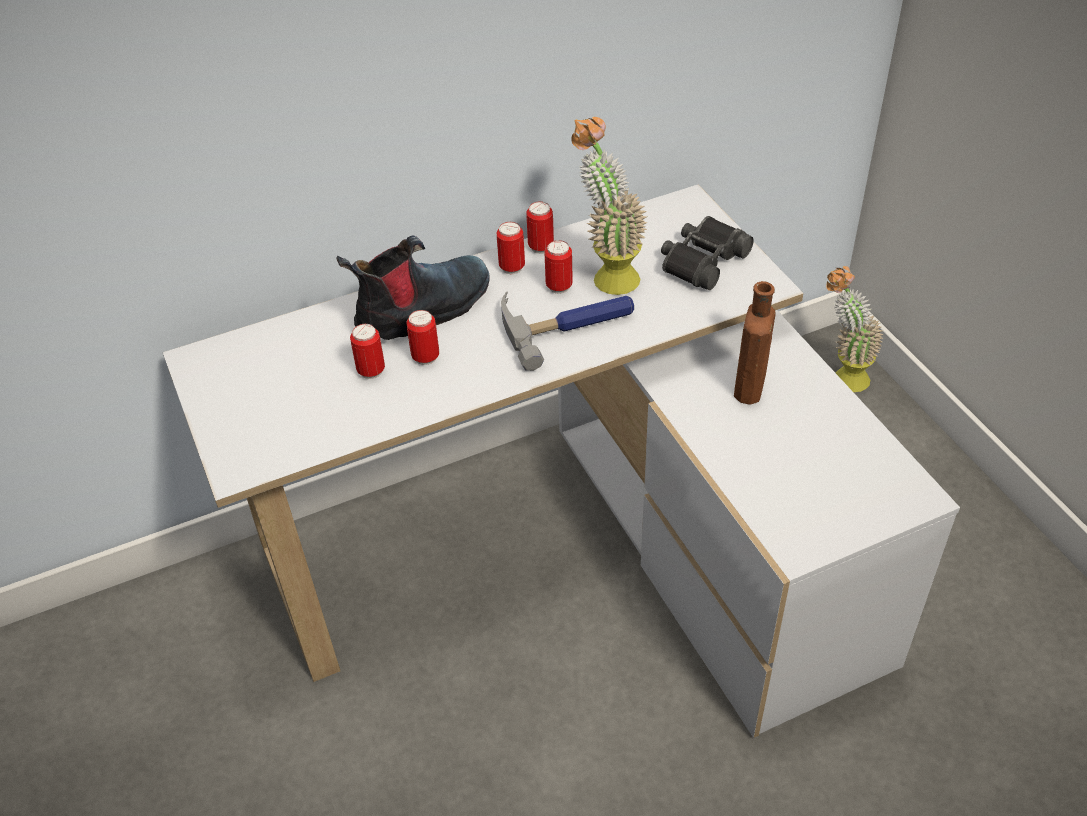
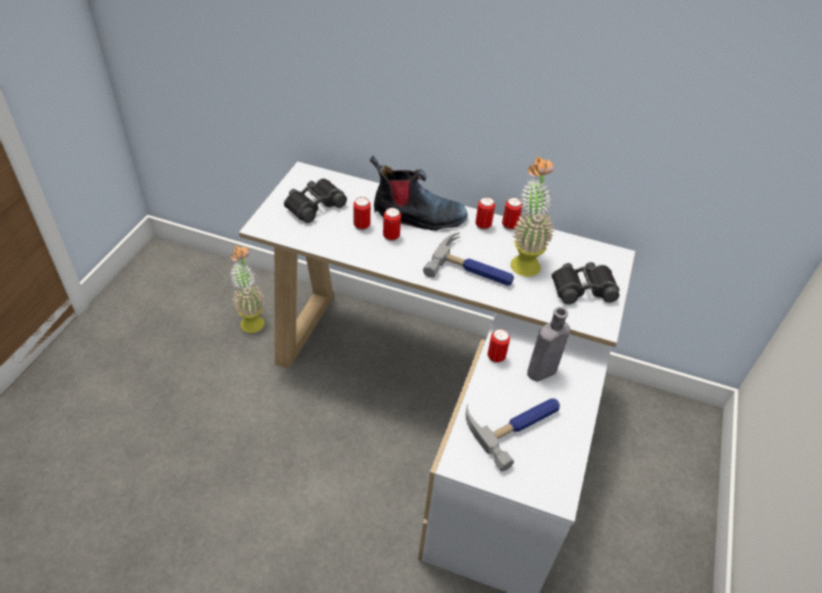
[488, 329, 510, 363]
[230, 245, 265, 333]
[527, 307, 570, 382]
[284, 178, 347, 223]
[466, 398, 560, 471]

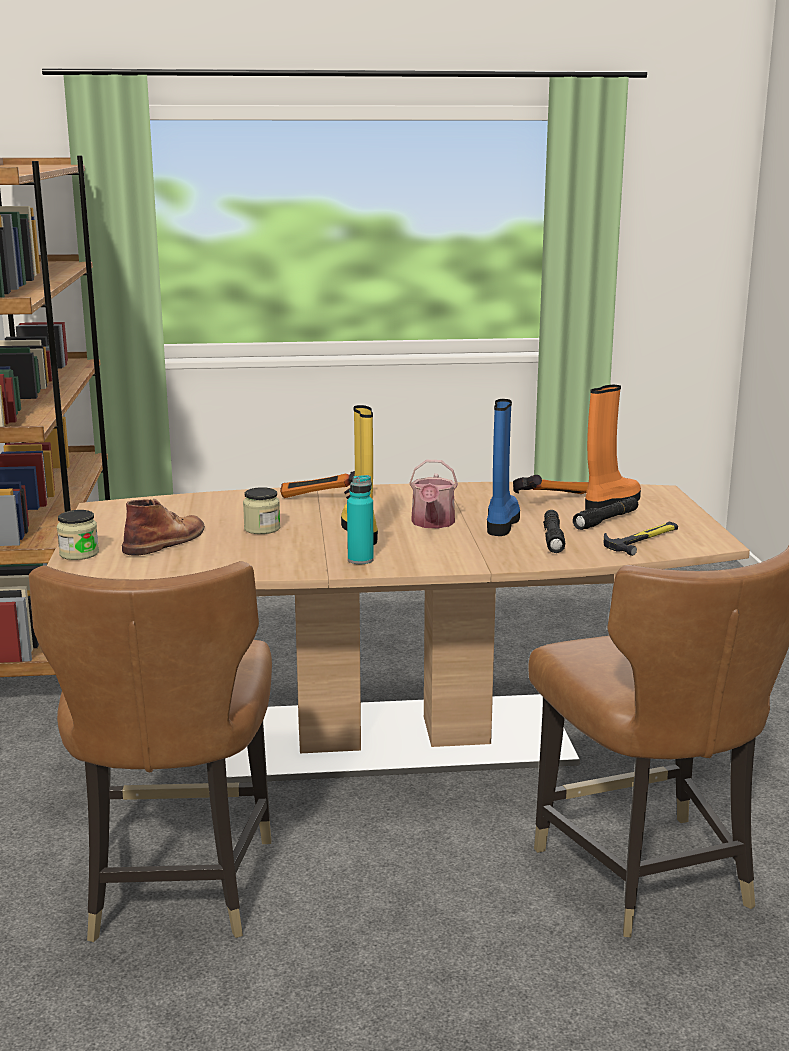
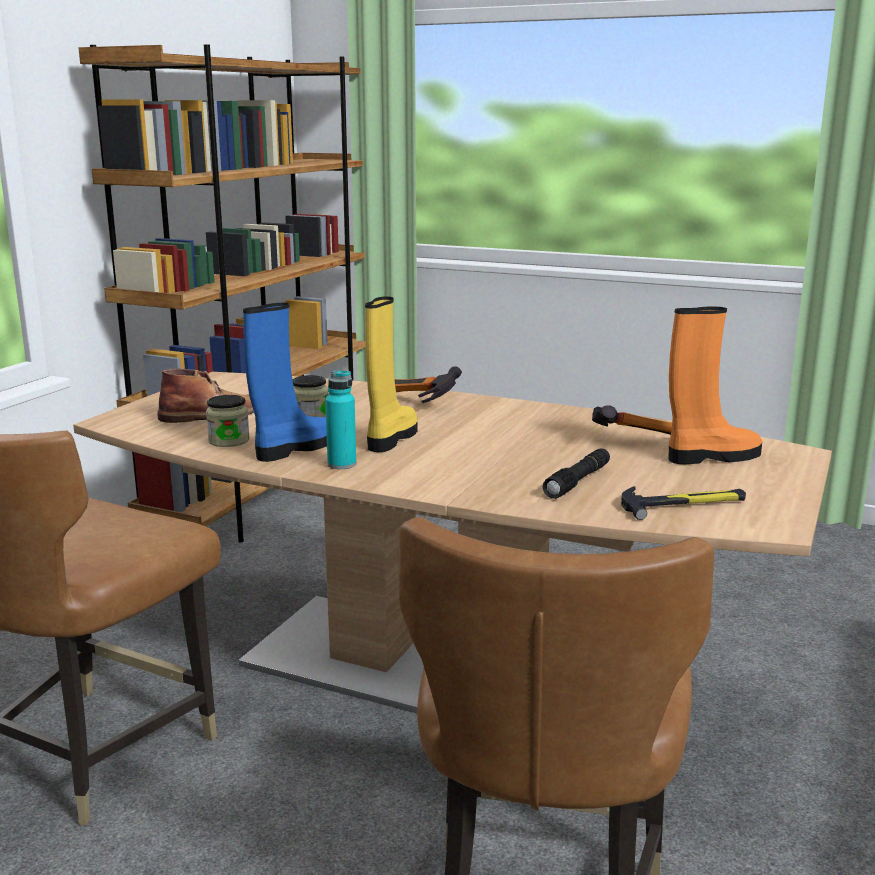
[243, 303, 327, 462]
[409, 460, 458, 528] (first image)
[573, 497, 638, 530] (first image)
[206, 395, 250, 447]

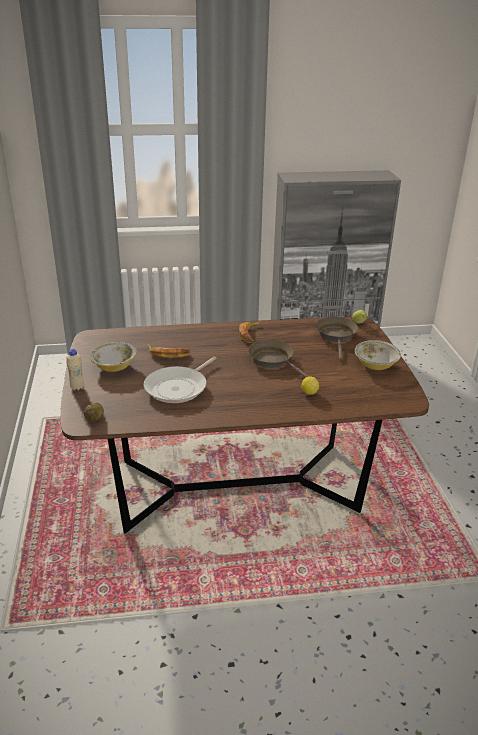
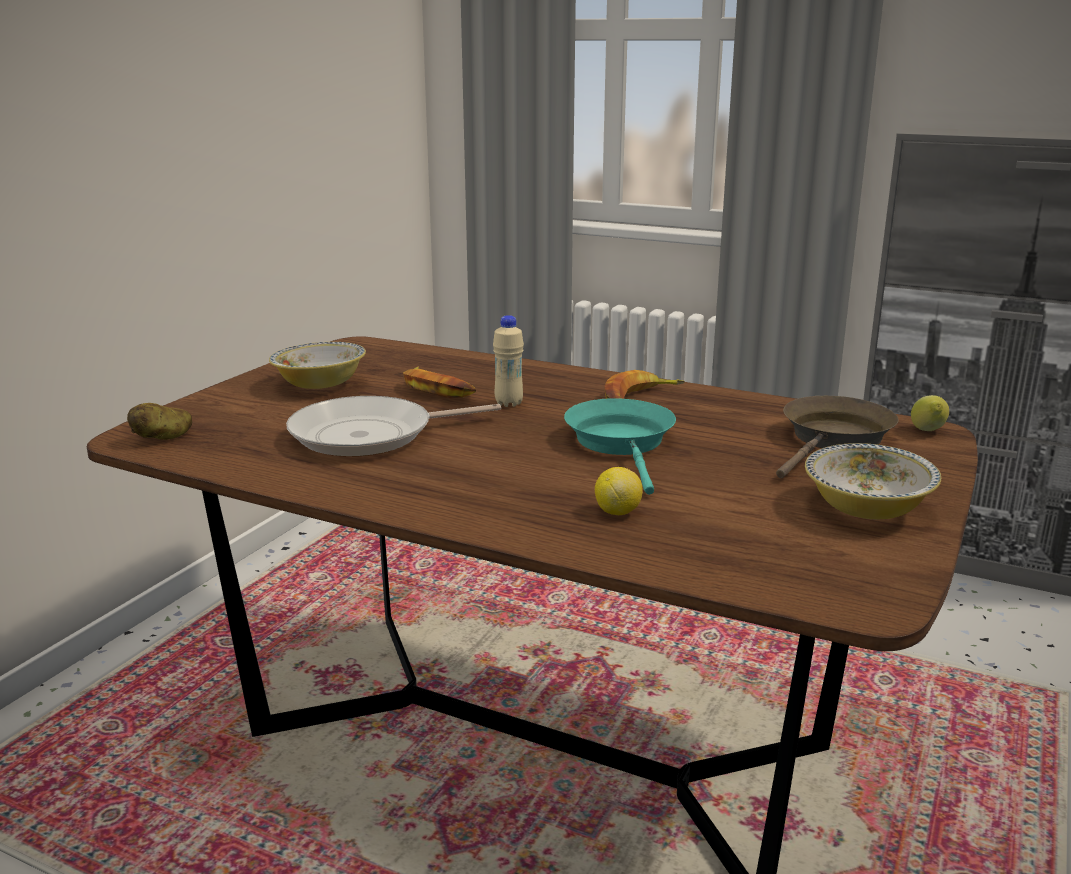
[564, 398, 676, 495]
[493, 315, 524, 407]

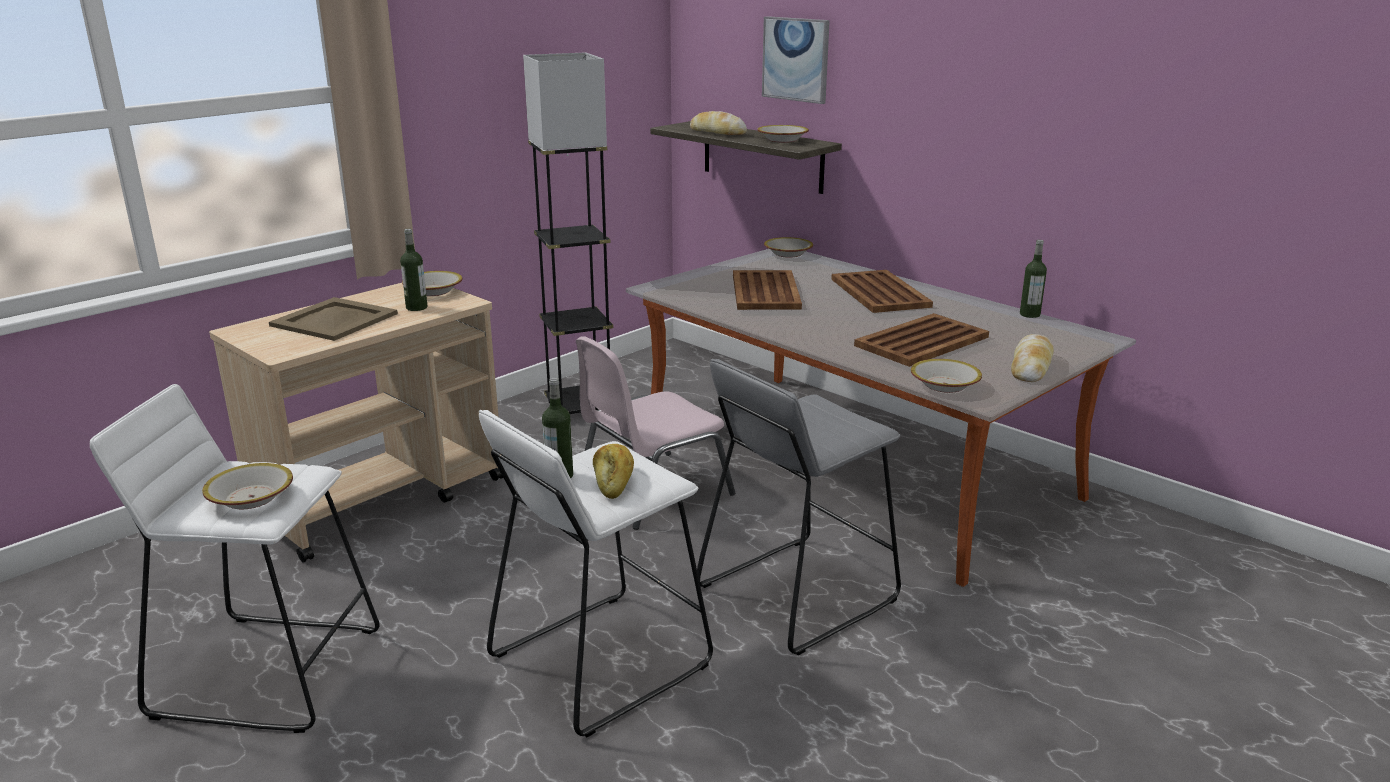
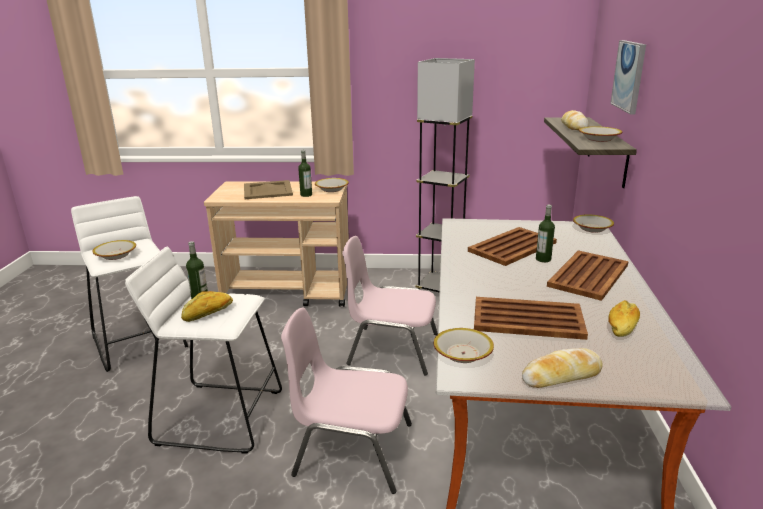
[536, 204, 555, 262]
[281, 308, 412, 494]
[608, 300, 640, 337]

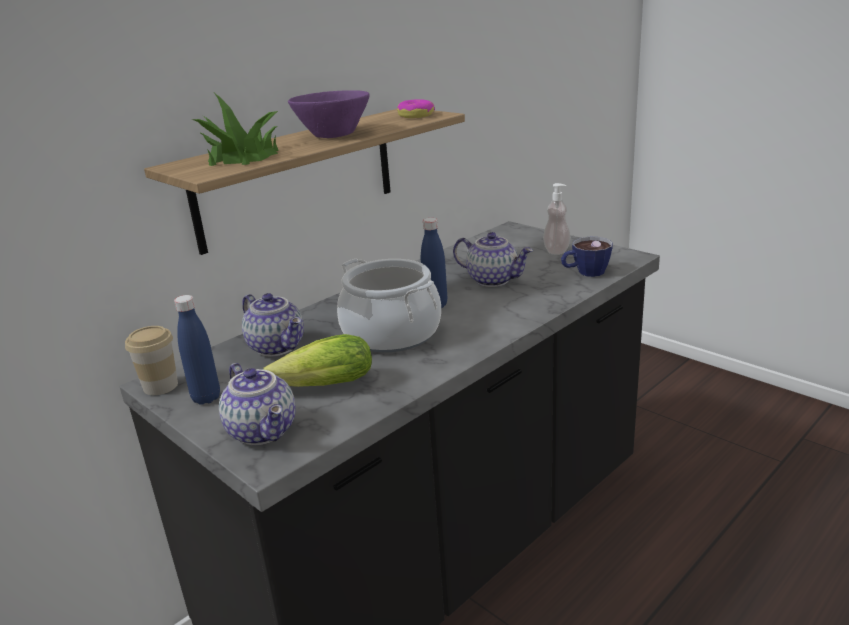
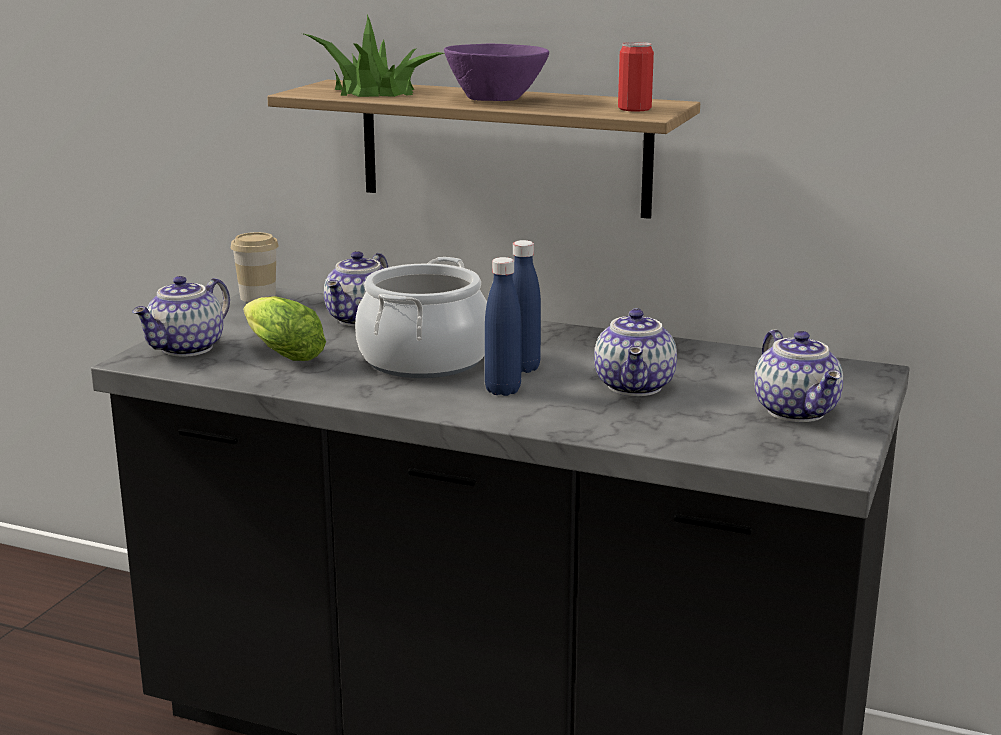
[618, 42, 654, 112]
[754, 330, 843, 422]
[561, 237, 613, 277] (first image)
[485, 257, 521, 396]

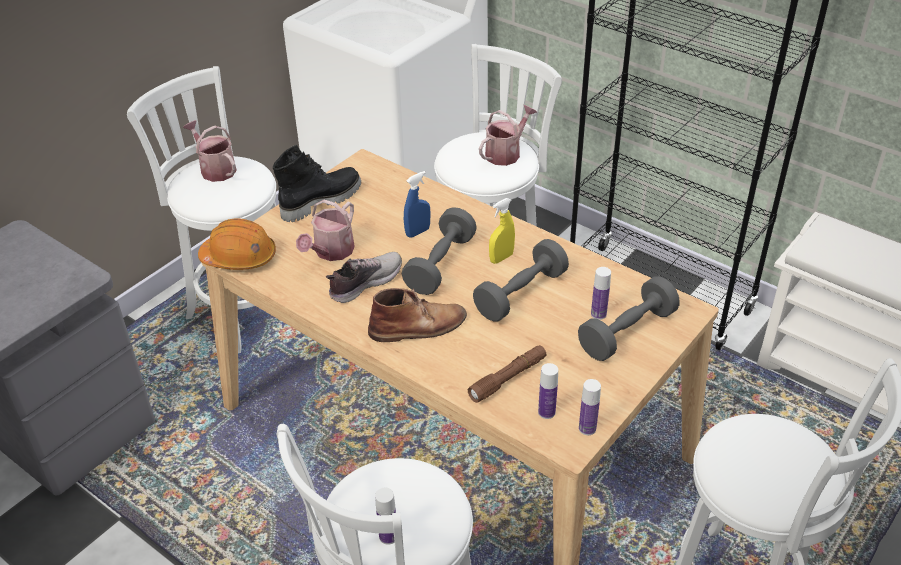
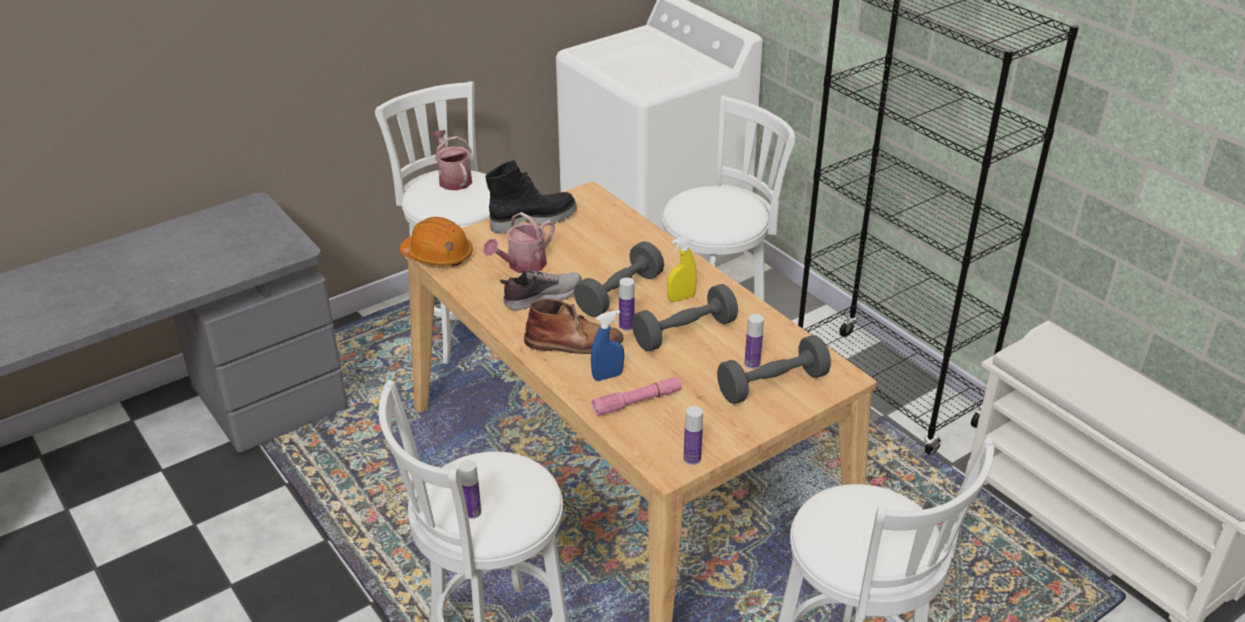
[479, 105, 537, 166] (first image)
[591, 310, 624, 381]
[592, 377, 681, 416]
[619, 278, 635, 331]

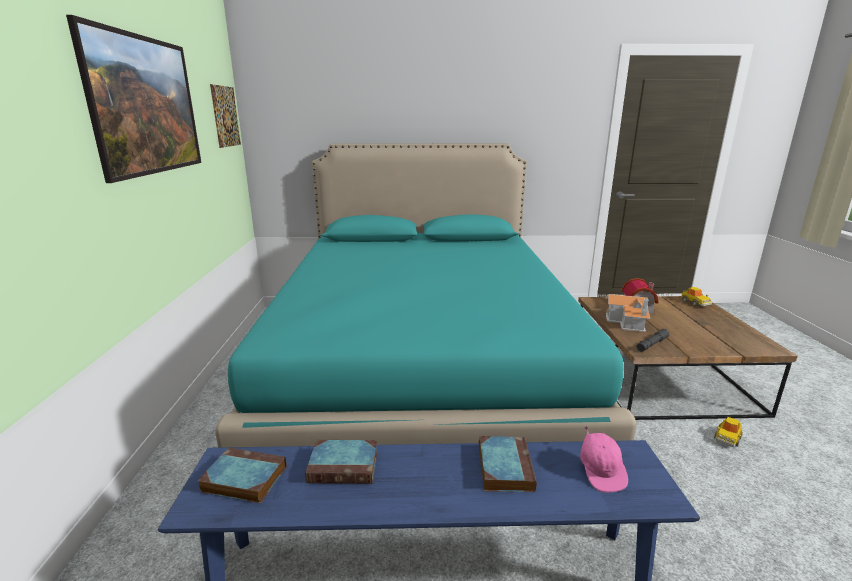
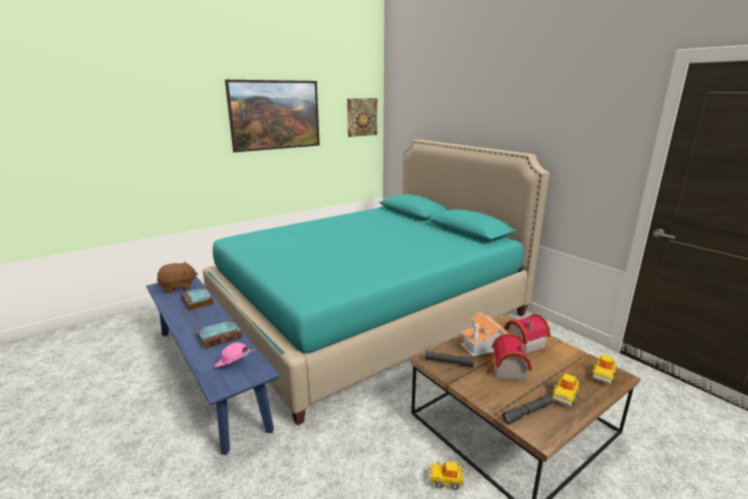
[215, 342, 255, 367]
[157, 261, 198, 293]
[485, 333, 532, 381]
[552, 374, 580, 406]
[502, 395, 552, 424]

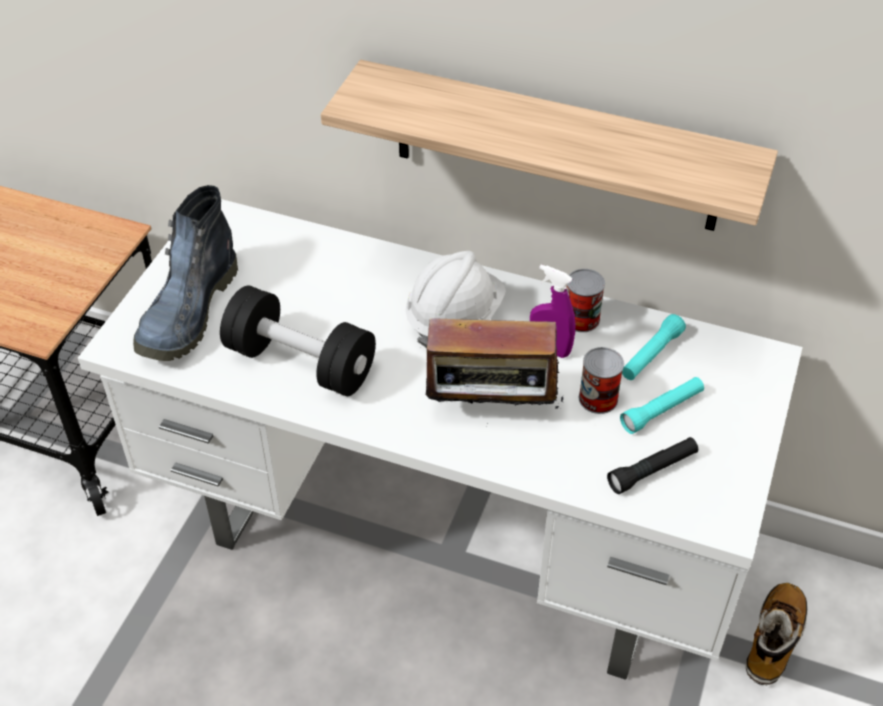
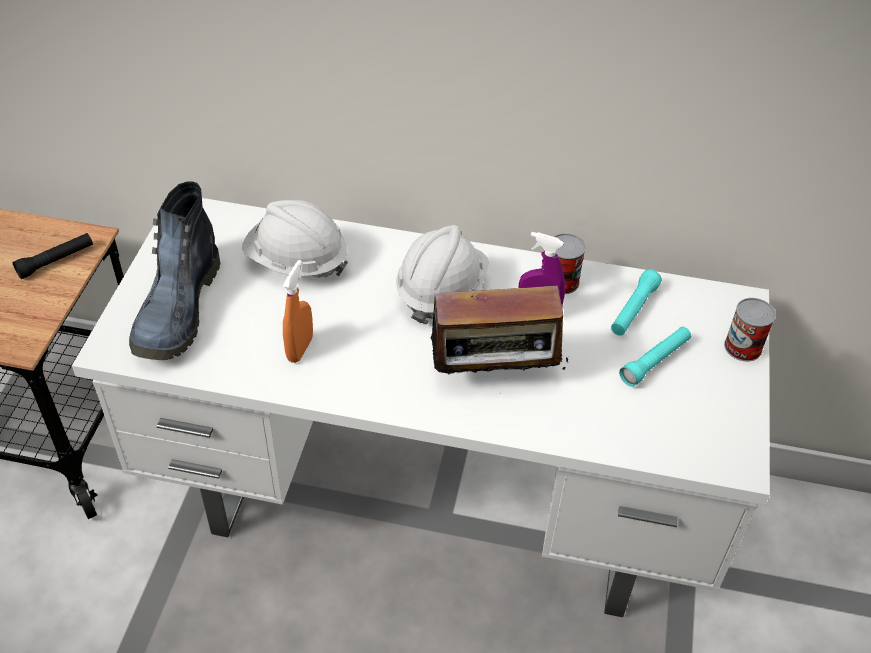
[321, 60, 778, 231] (first image)
[283, 260, 313, 363]
[724, 298, 776, 361]
[12, 233, 93, 279]
[746, 583, 808, 686] (first image)
[242, 200, 348, 278]

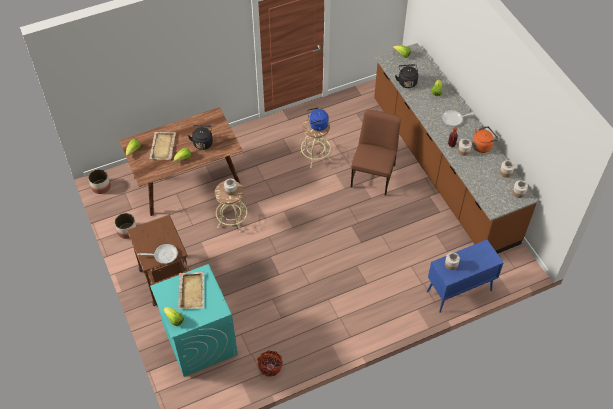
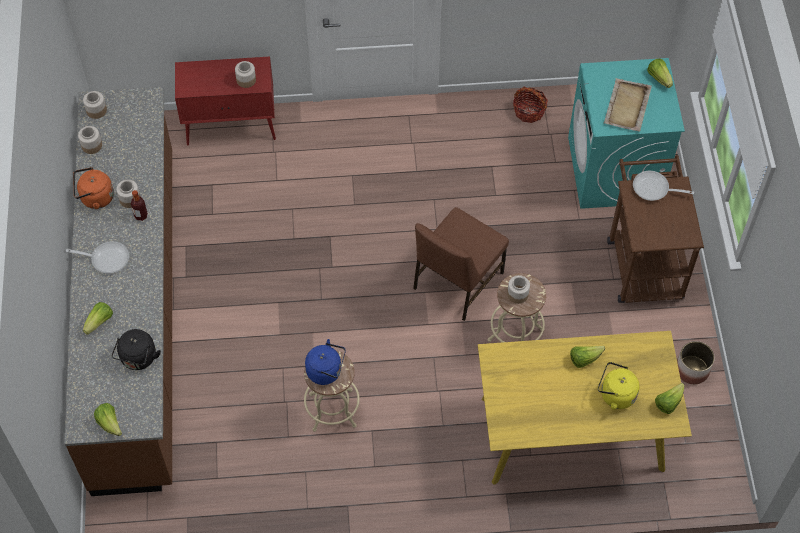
[478, 331, 692, 485]
[413, 207, 509, 321]
[188, 125, 213, 150] (first image)
[598, 362, 640, 410]
[88, 169, 111, 194] (first image)
[175, 57, 276, 146]

